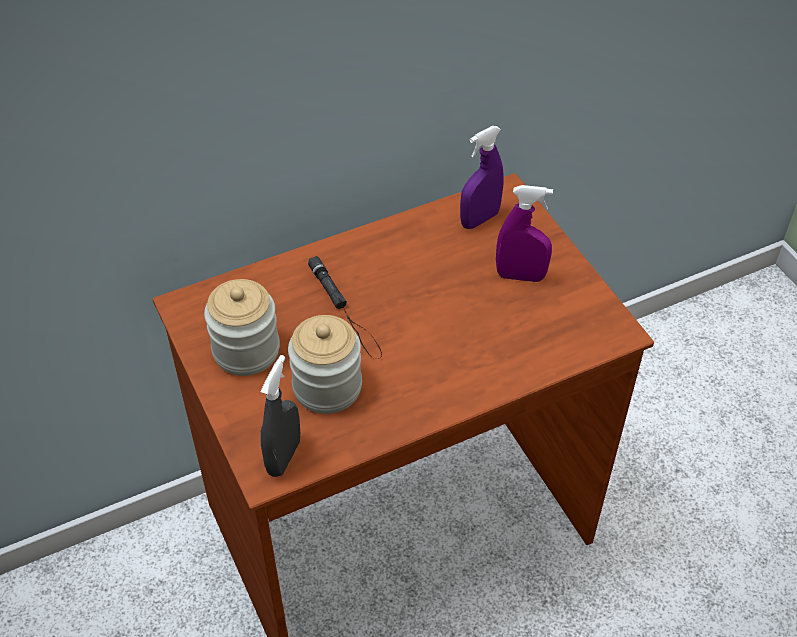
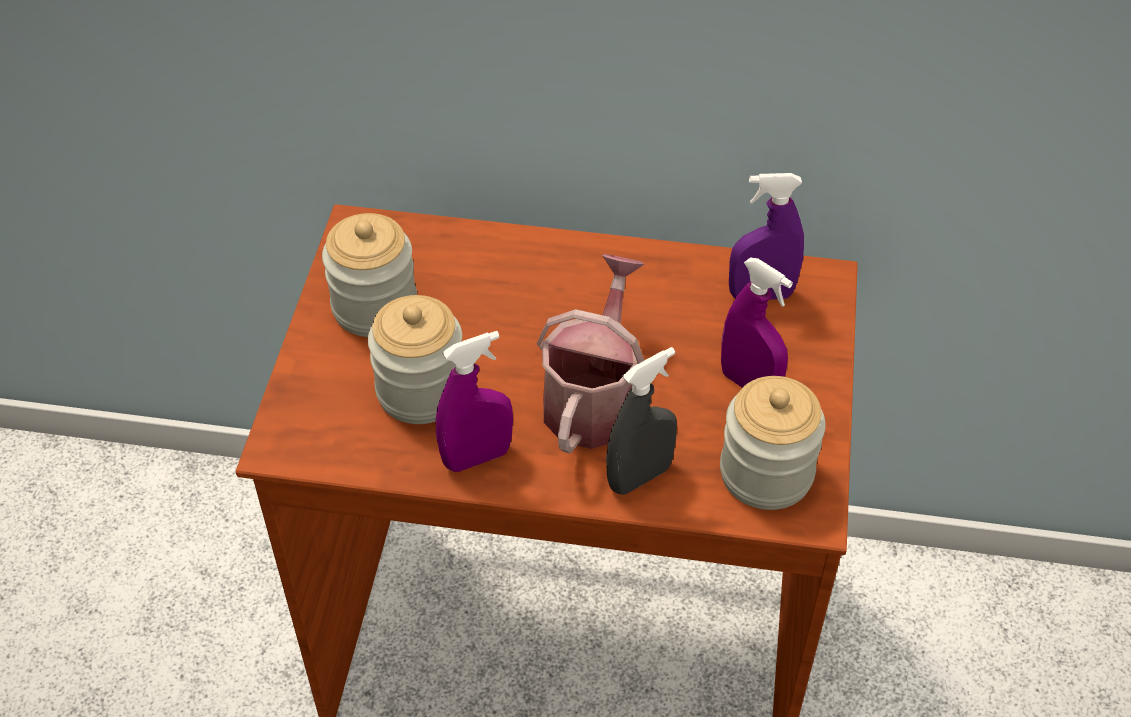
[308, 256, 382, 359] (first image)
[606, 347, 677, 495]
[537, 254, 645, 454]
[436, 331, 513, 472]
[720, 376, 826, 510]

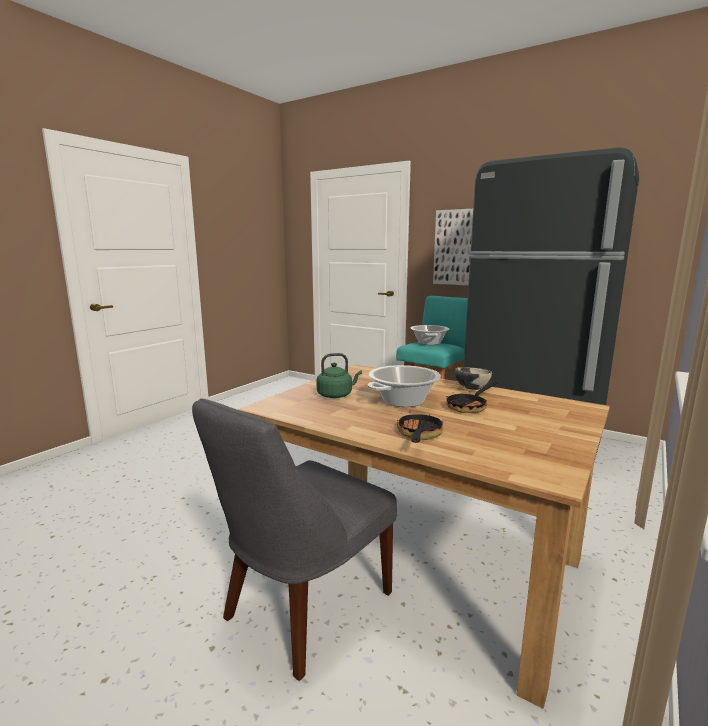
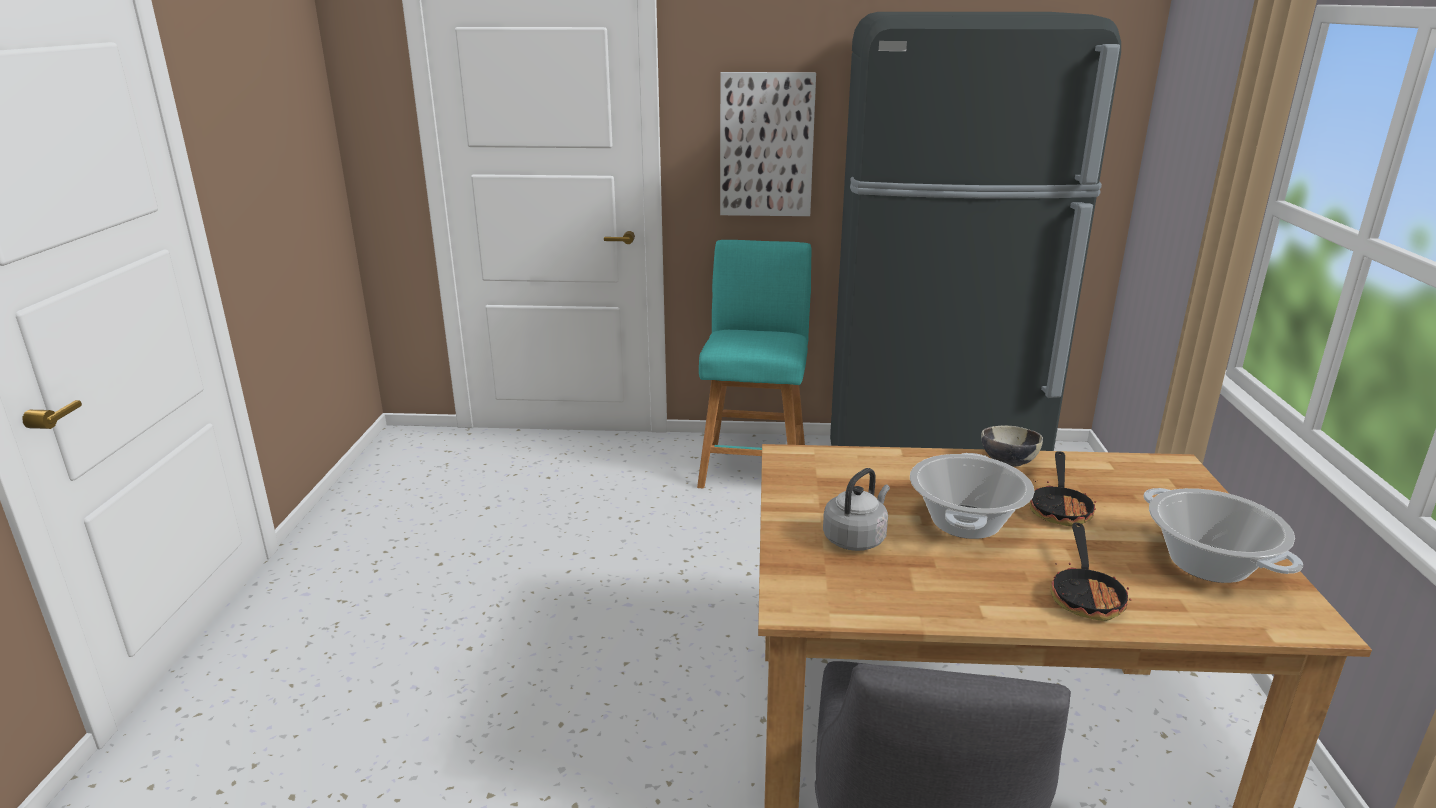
[1143, 488, 1303, 583]
[823, 468, 890, 551]
[1050, 523, 1131, 621]

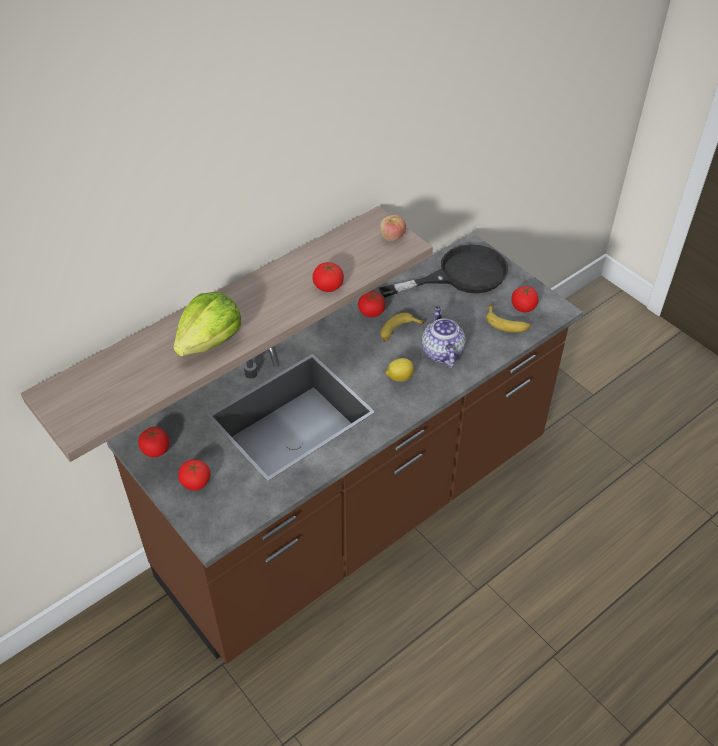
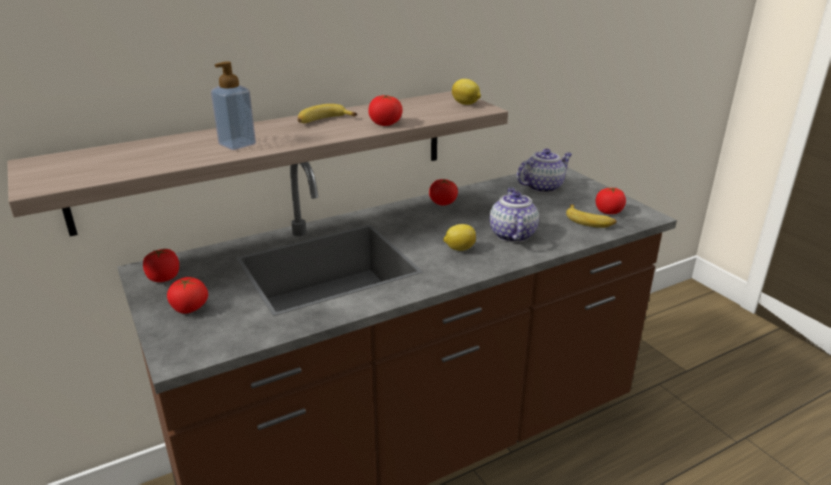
[452, 79, 481, 105]
[517, 149, 572, 193]
[211, 61, 256, 150]
[298, 104, 357, 123]

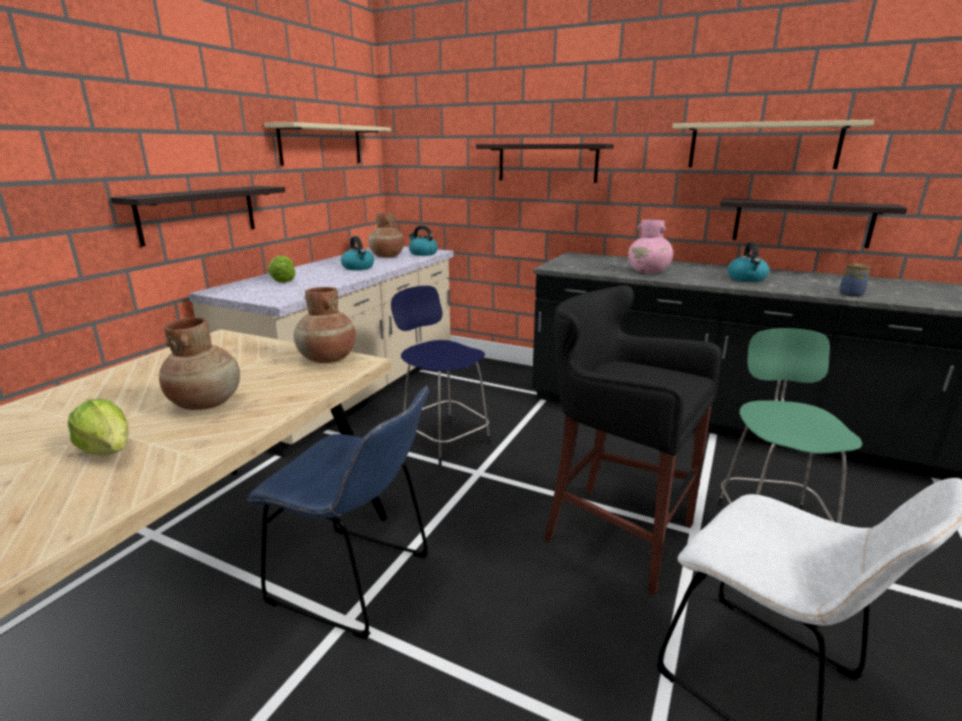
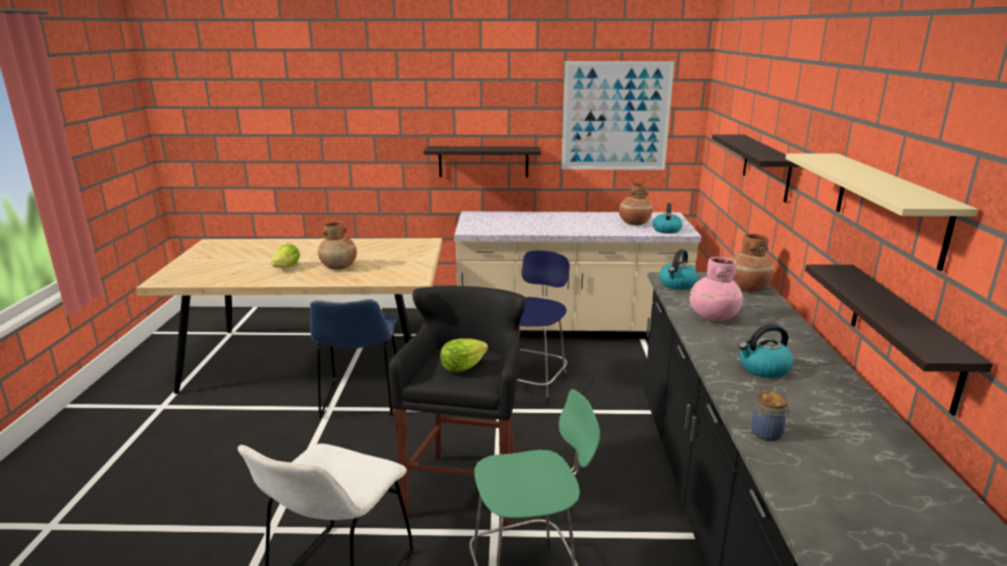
[561, 61, 675, 170]
[659, 249, 698, 290]
[440, 339, 488, 373]
[730, 234, 774, 292]

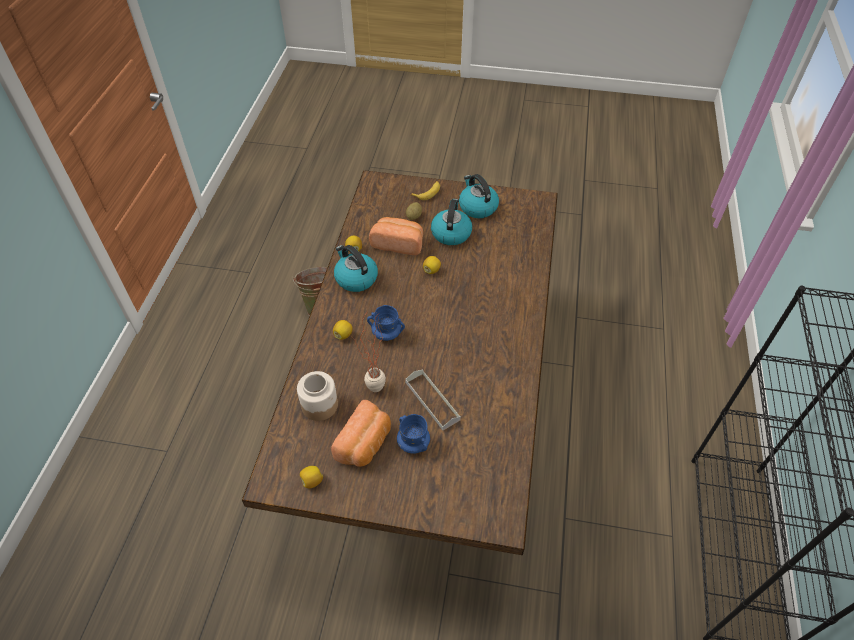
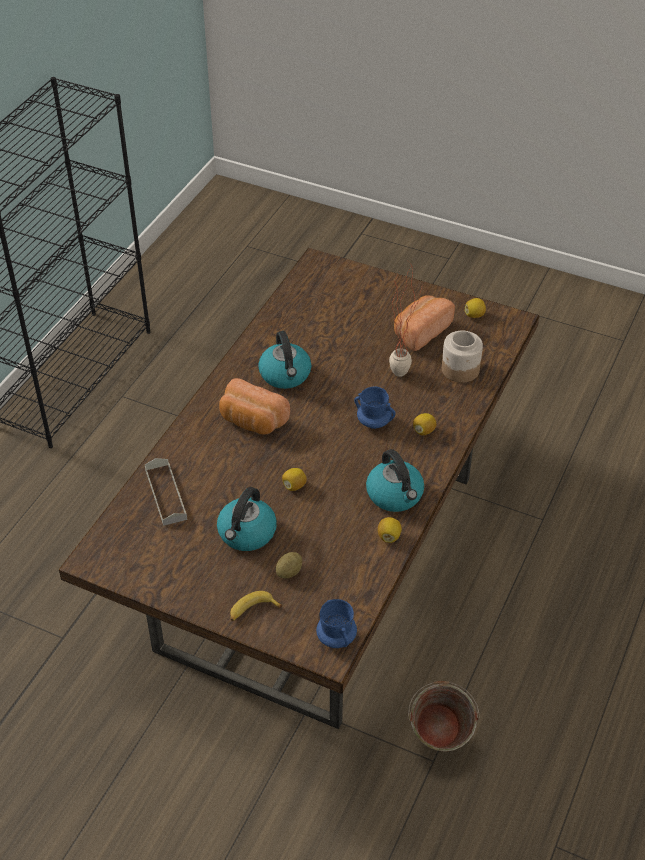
[258, 331, 312, 389]
[219, 378, 290, 435]
[145, 458, 187, 526]
[316, 599, 357, 648]

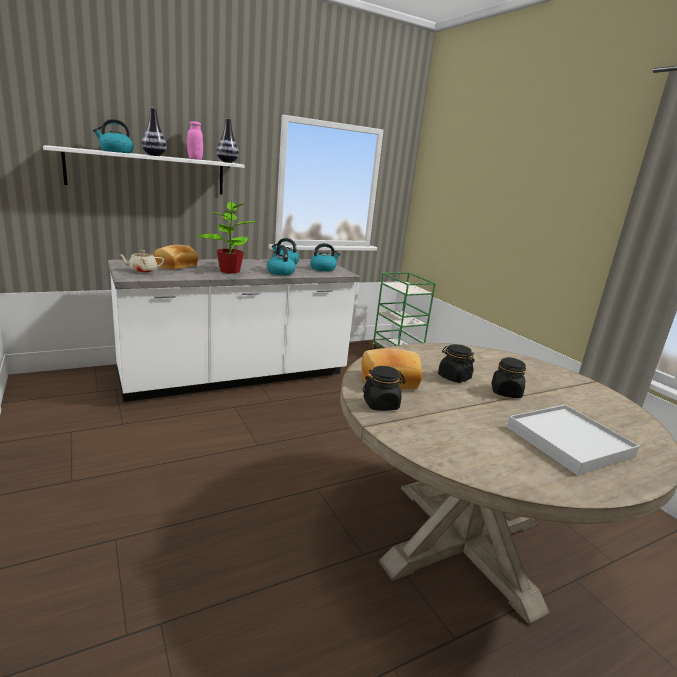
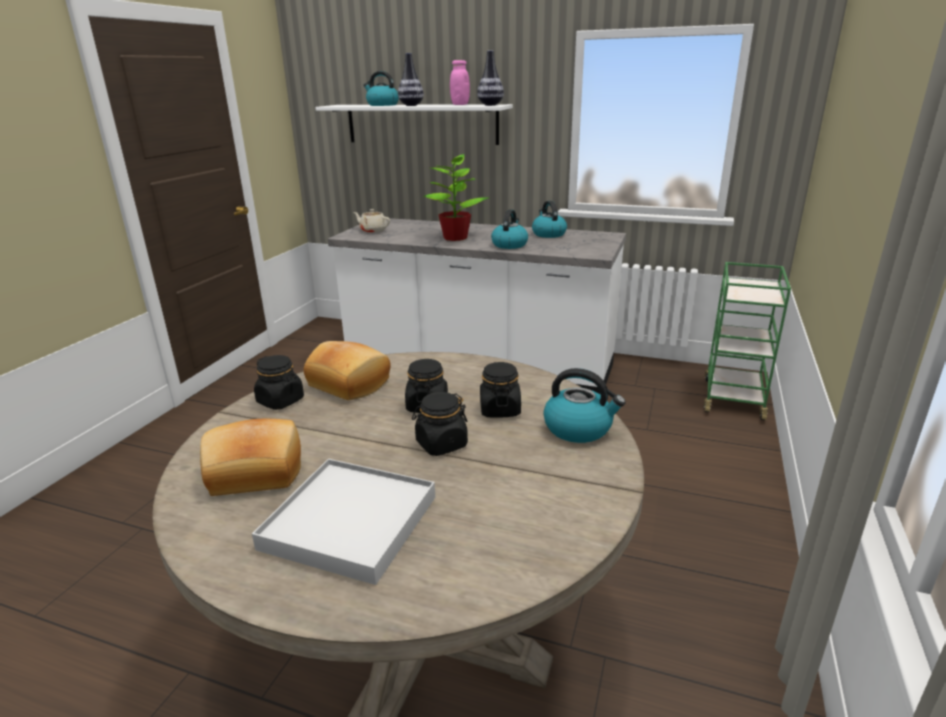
[543, 368, 626, 443]
[200, 419, 301, 496]
[480, 362, 521, 418]

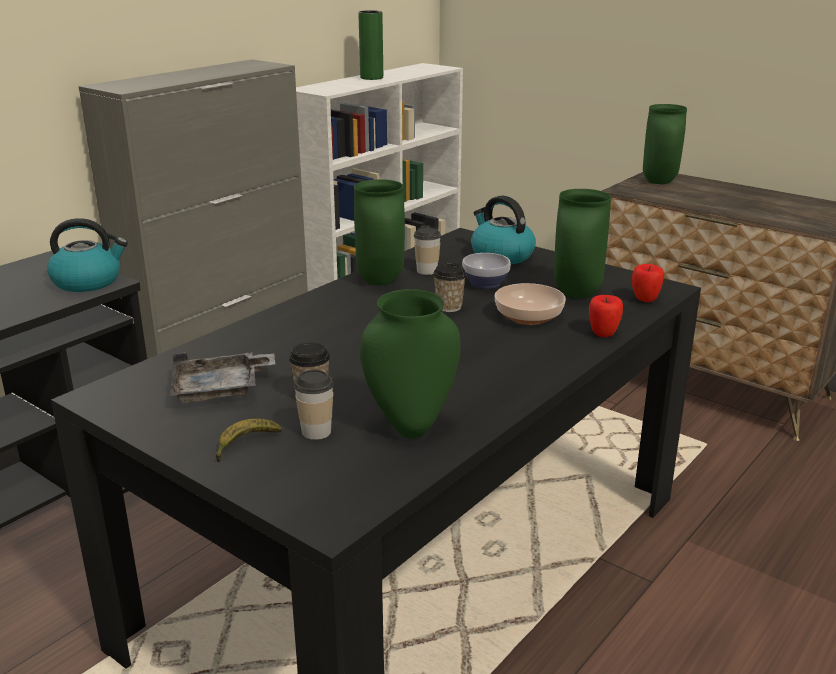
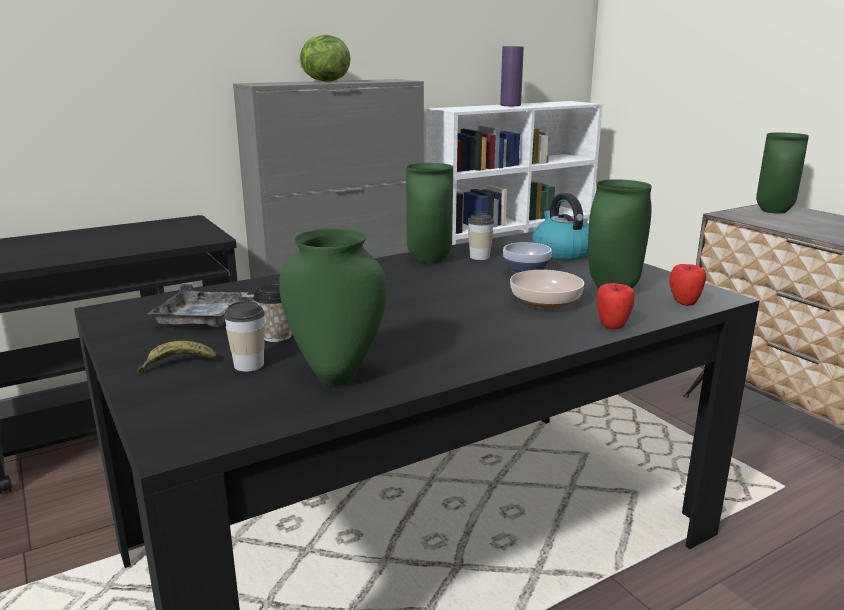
[500, 46, 524, 106]
[47, 218, 128, 292] (first image)
[433, 263, 466, 312] (first image)
[298, 35, 351, 82]

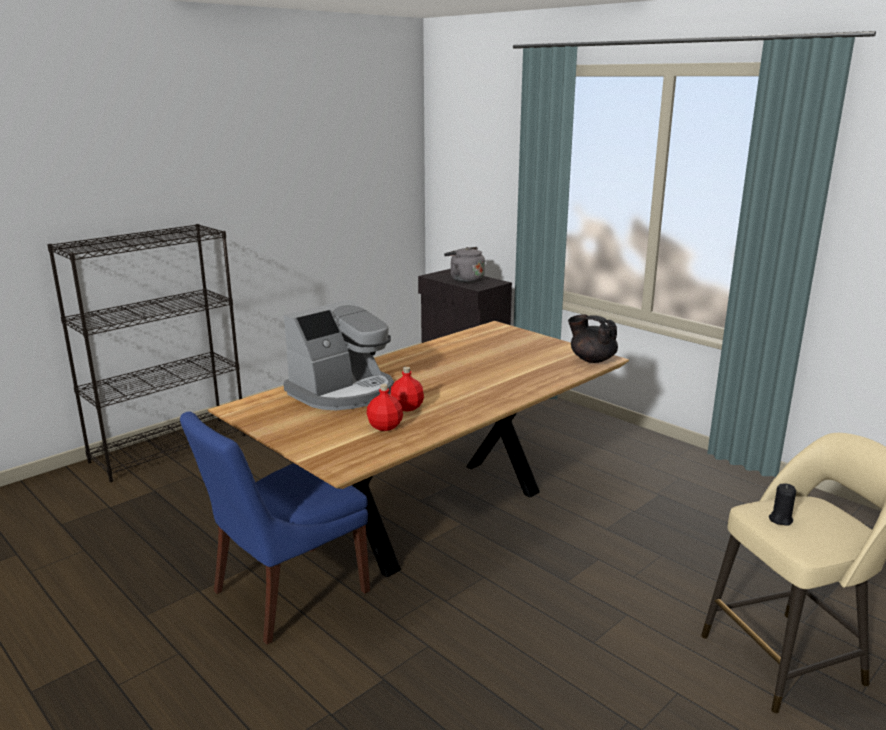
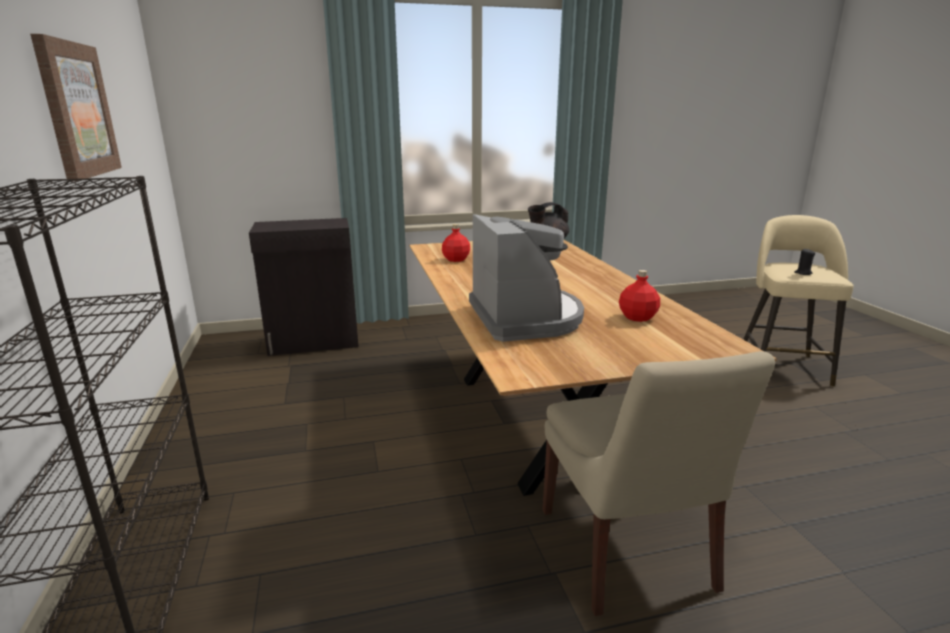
[444, 247, 485, 283] (first image)
[442, 224, 470, 262]
[543, 351, 775, 616]
[30, 34, 122, 181]

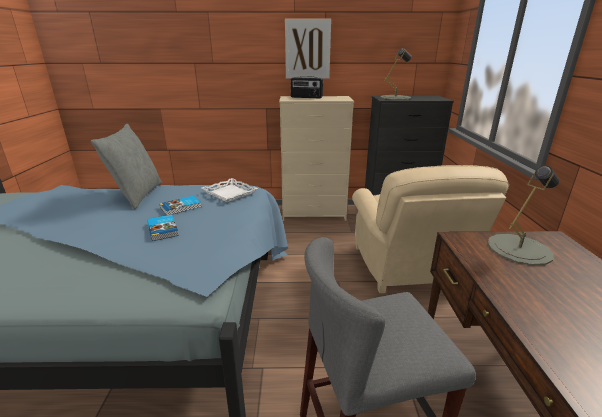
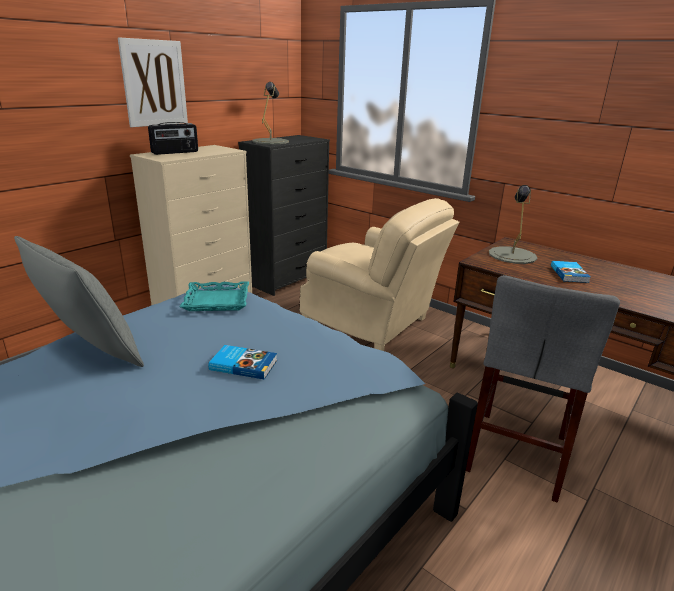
[180, 281, 249, 311]
[551, 261, 591, 283]

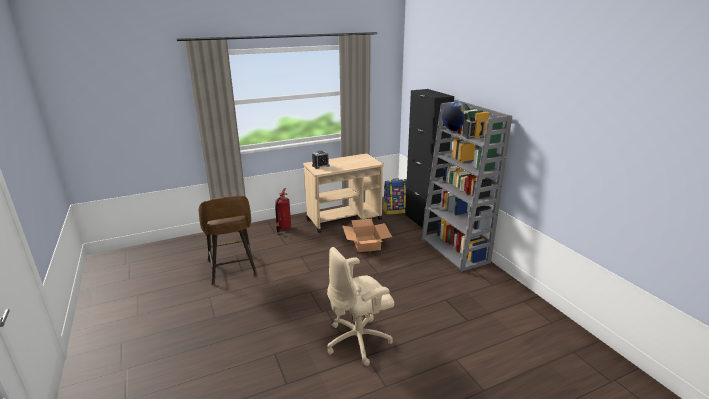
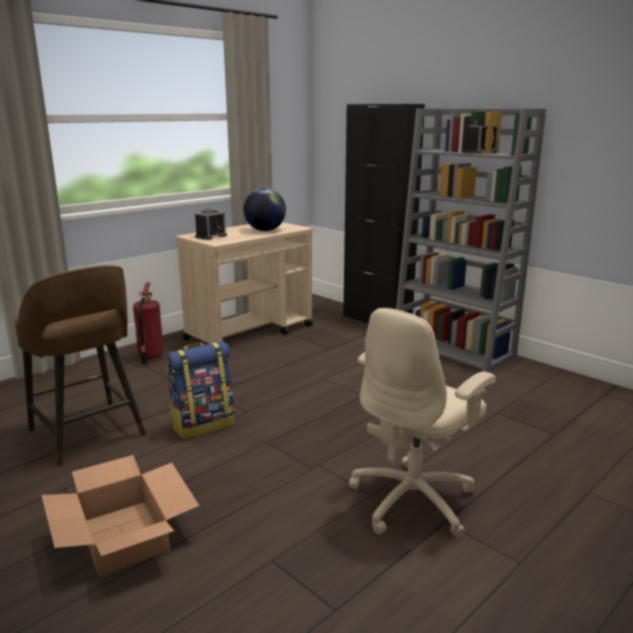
[243, 188, 286, 231]
[167, 341, 235, 439]
[41, 455, 199, 576]

